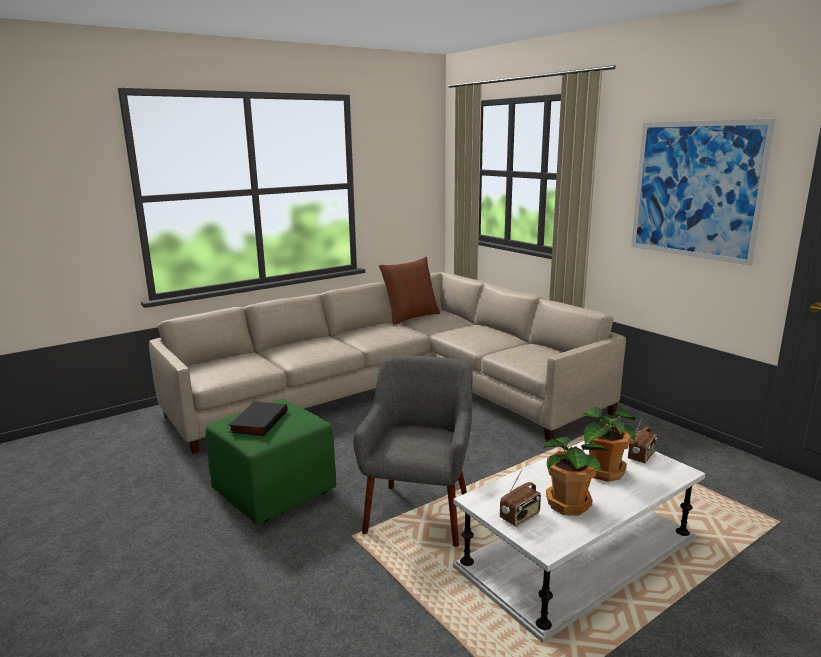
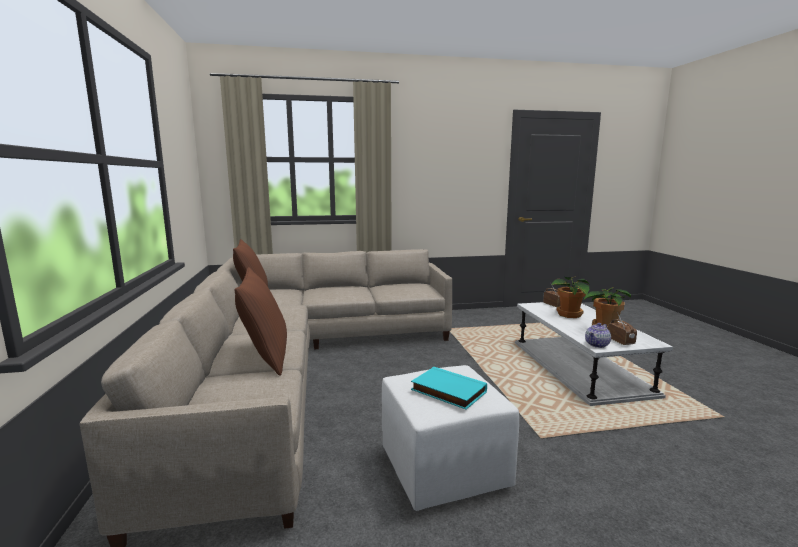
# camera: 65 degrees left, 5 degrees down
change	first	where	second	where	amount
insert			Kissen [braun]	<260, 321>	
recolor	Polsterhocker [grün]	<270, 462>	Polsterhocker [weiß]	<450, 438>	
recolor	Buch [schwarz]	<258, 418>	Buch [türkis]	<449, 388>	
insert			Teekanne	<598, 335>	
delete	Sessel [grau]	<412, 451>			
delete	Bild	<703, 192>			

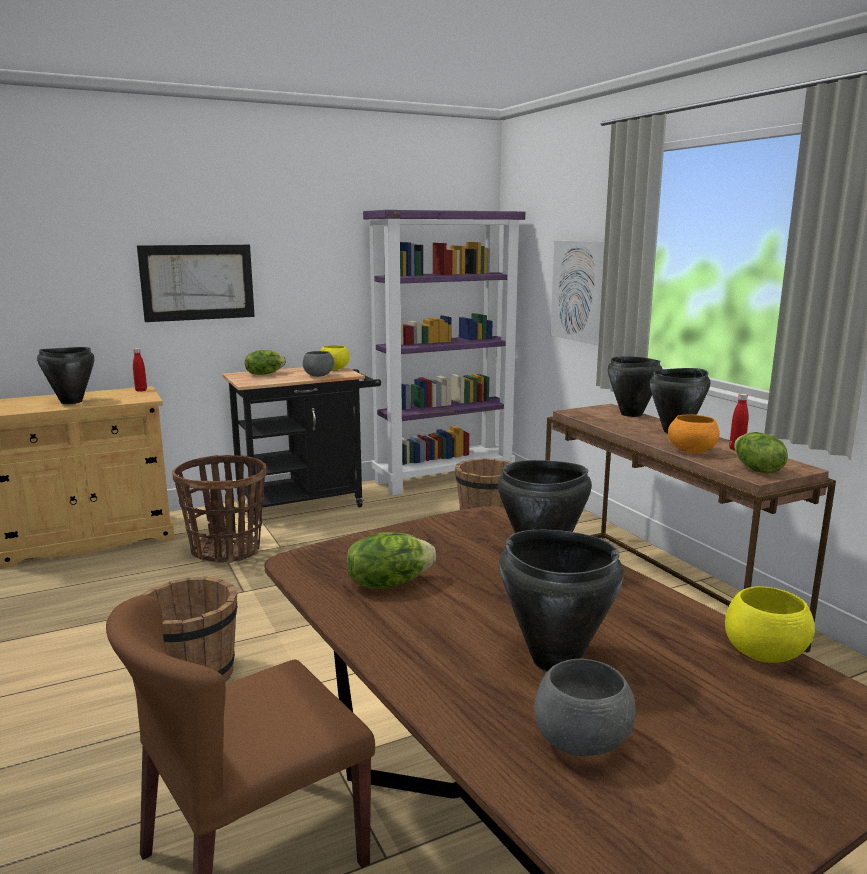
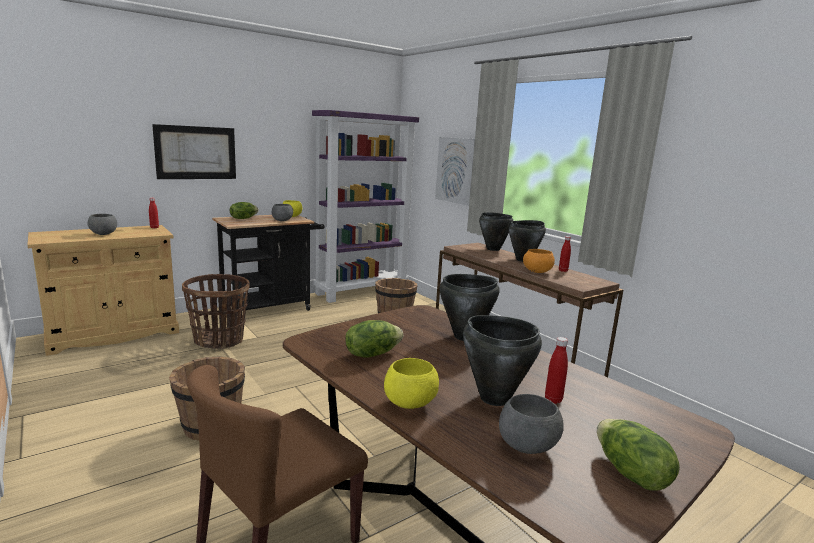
# camera: 10 degrees left, 0 degrees up
change	first	where	second	where	amount
replace	Kochtopf [schwarz]	<66, 375>	Schüssel [grau]	<102, 224>	
move	Schüssel [gelb]	<770, 624>		<411, 383>	
insert			Flasche [rot]	<556, 370>	
move	Salatkopf	<761, 452>		<638, 455>	

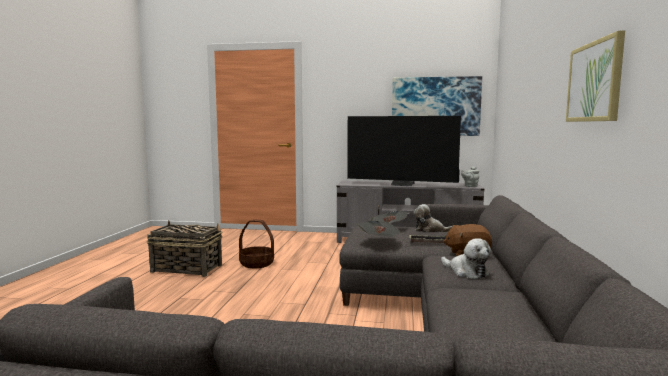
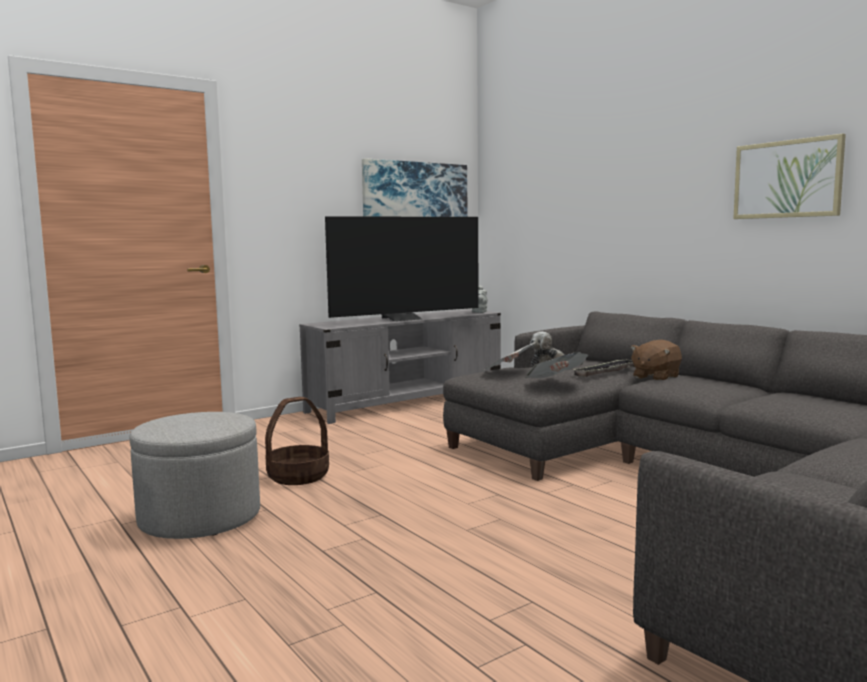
# camera: 45 degrees left, 0 degrees up
change	first	where	second	where	amount
replace	Korb	<184, 248>	Polsterhocker [grau]	<194, 475>	
delete	Plüschtier	<466, 258>			

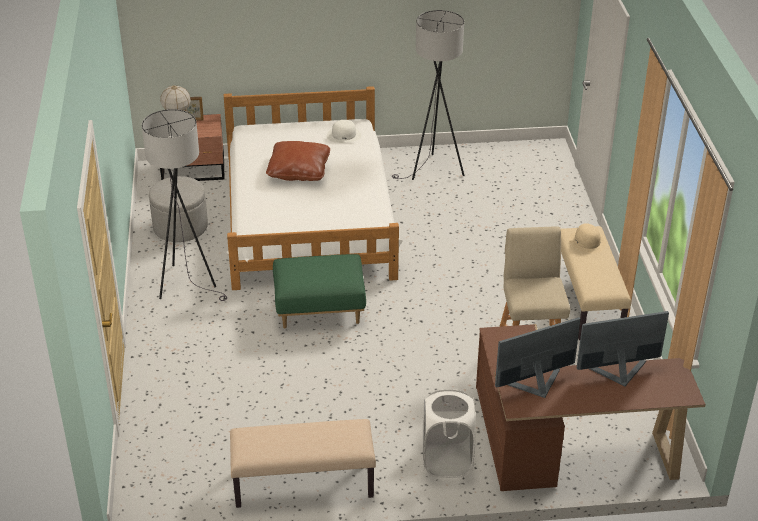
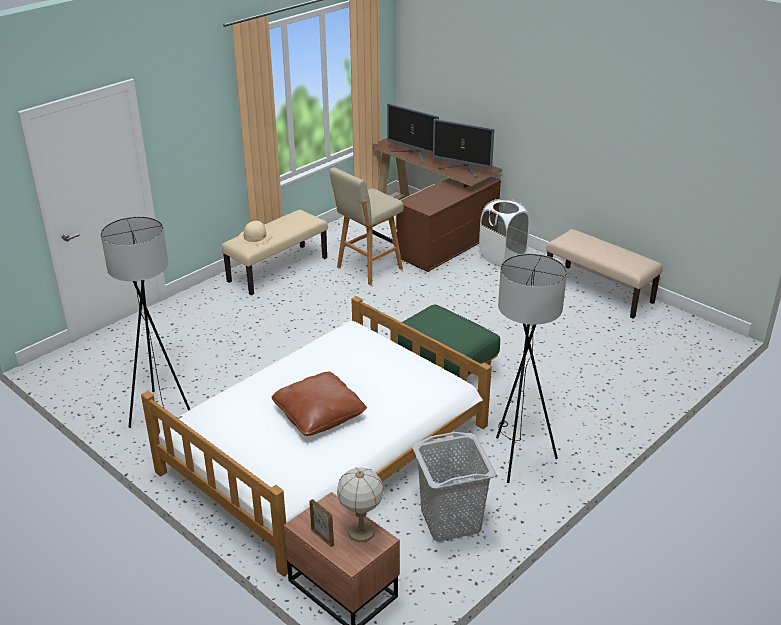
# camera: 130 degrees left, 5 degrees down
change	first	where	second	where	amount
replace	Polsterhocker [grau]	<178, 209>	Wäschekorb [grau]	<454, 486>	
delete	Hut [weiß]	<344, 131>			

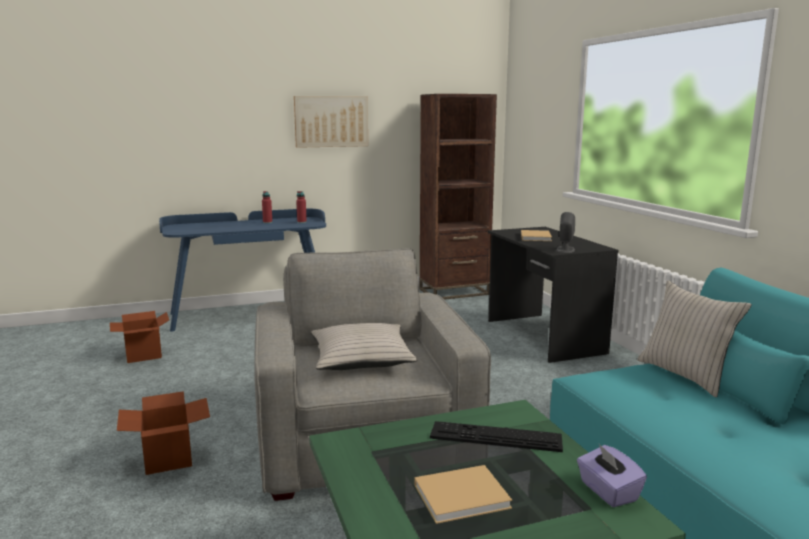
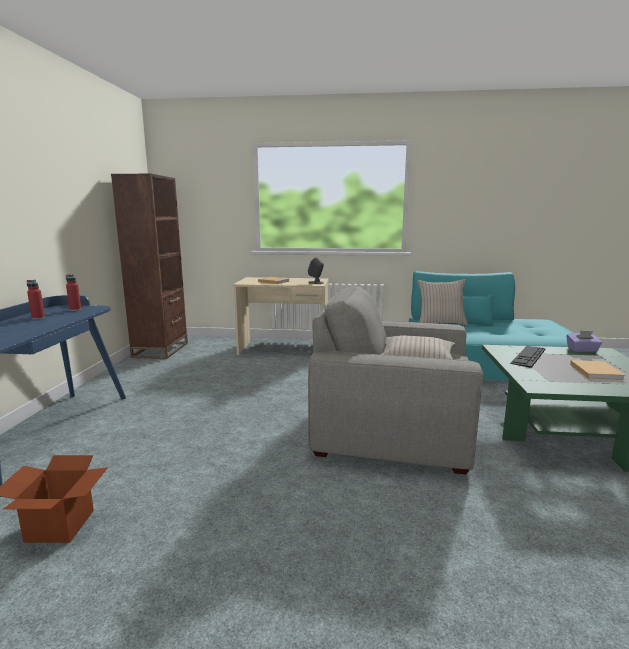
# camera: 65 degrees left, 0 degrees up
change	first	where	second	where	amount
recolor	Schreibtisch [schwarz]	<553, 295>	Schreibtisch [beige]	<281, 316>	
delete	Karton	<163, 433>			
delete	Bild	<331, 122>			

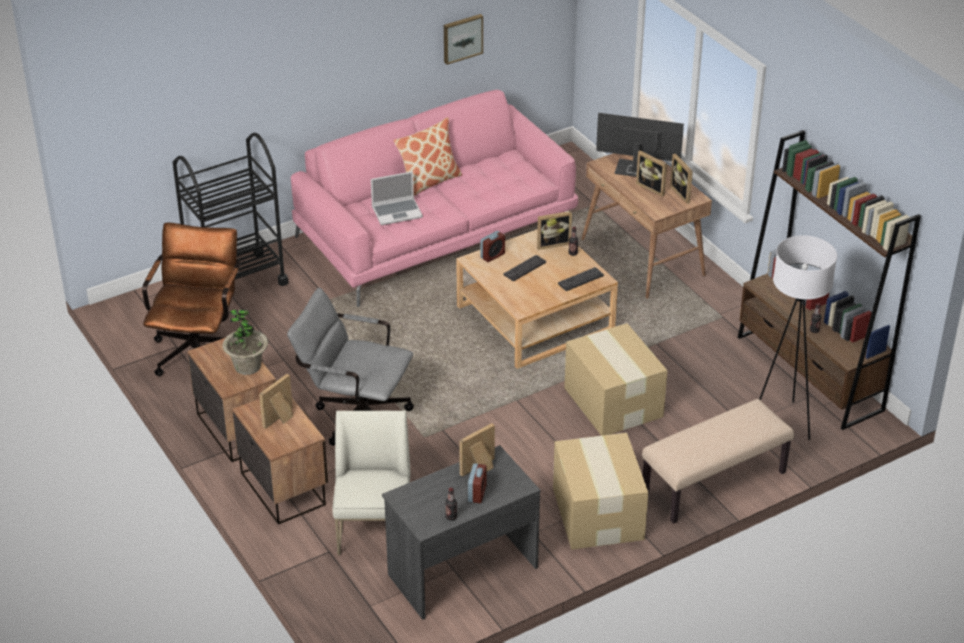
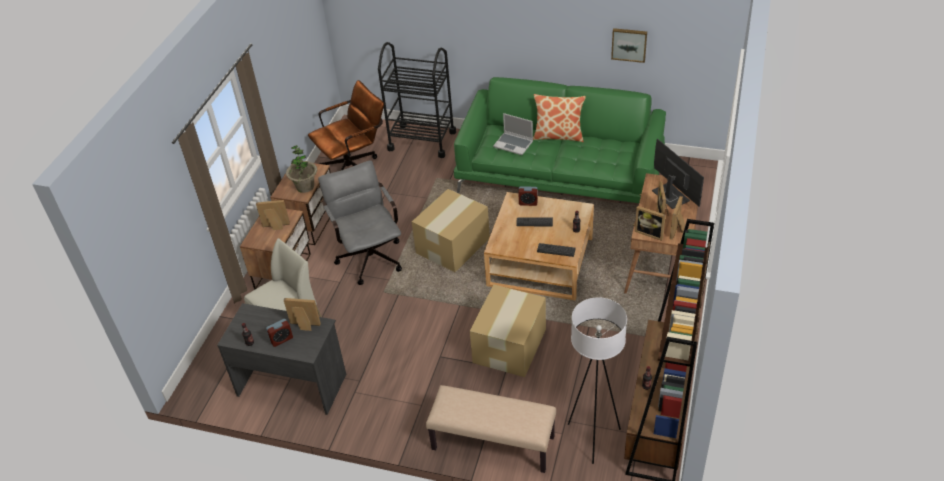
# camera: 50 degrees right, 5 degrees up
change	first	where	second	where	amount
move	Karton	<600, 491>		<451, 230>	
recolor	Sofa [rosa]	<434, 198>	Sofa [grün]	<560, 140>	
move	Bilderrahmen	<554, 230>		<650, 223>	

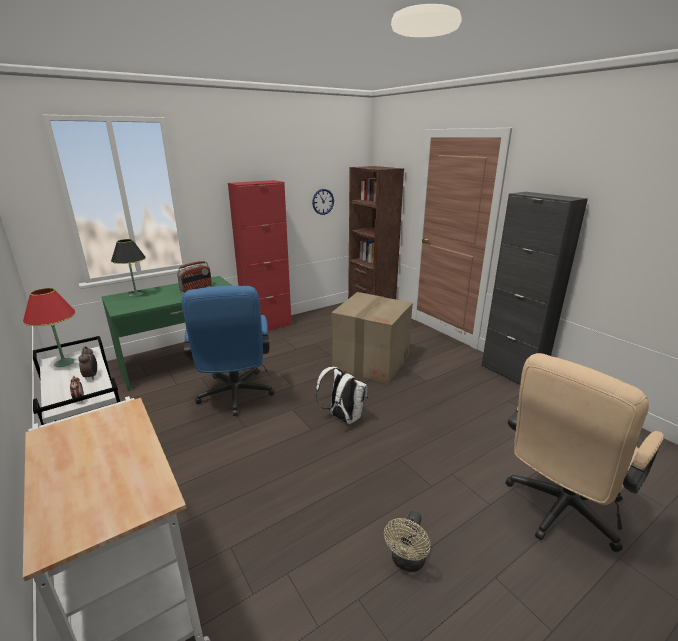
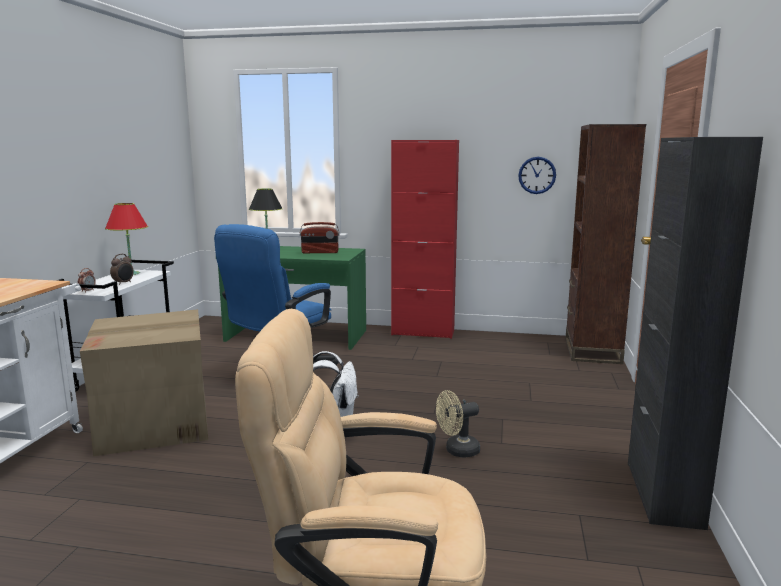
# camera: 45 degrees right, 10 degrees down
change	first	where	second	where	amount
move	Karton	<372, 338>		<144, 382>	
move	Ventilator [beige]	<407, 541>		<458, 424>	

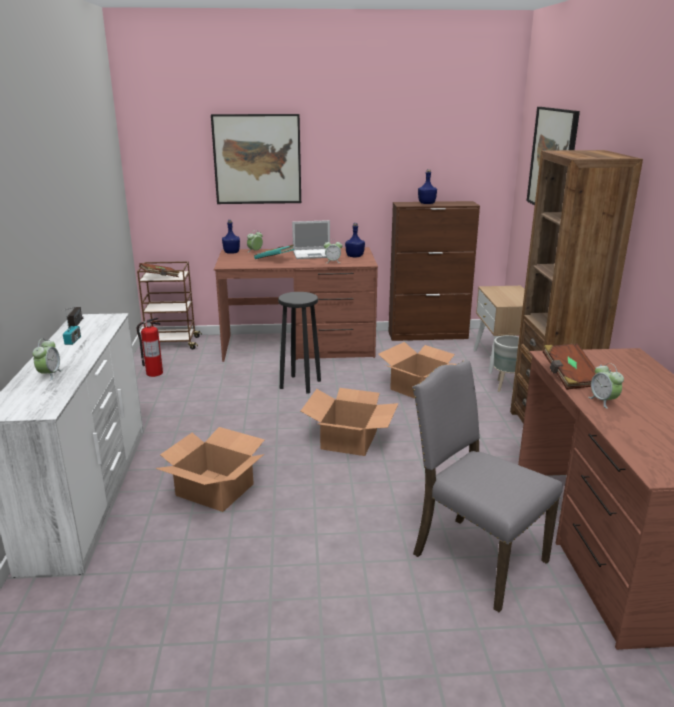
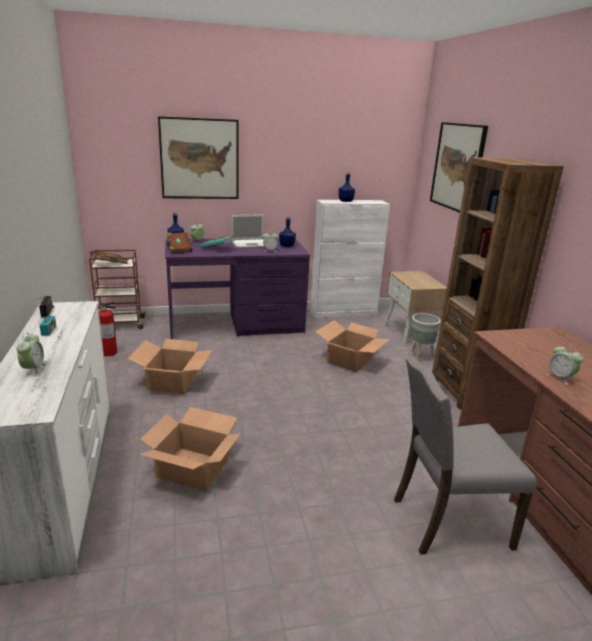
# camera: 10 degrees left, 0 degrees up
change	first	where	second	where	amount
move	Karton	<350, 422>		<170, 366>	
recolor	Schreibtisch [braun]	<296, 304>	Schreibtisch [lila]	<237, 288>	
move	Buch [braun]	<570, 366>		<179, 243>	
recolor	Schrank [braun]	<434, 271>	Schrank [weiß]	<350, 259>	
rotate	Stuhl [grau]	<487, 486>		<466, 455>	45 degrees counterclockwise
delete	Hocker [schwarz]	<299, 343>			

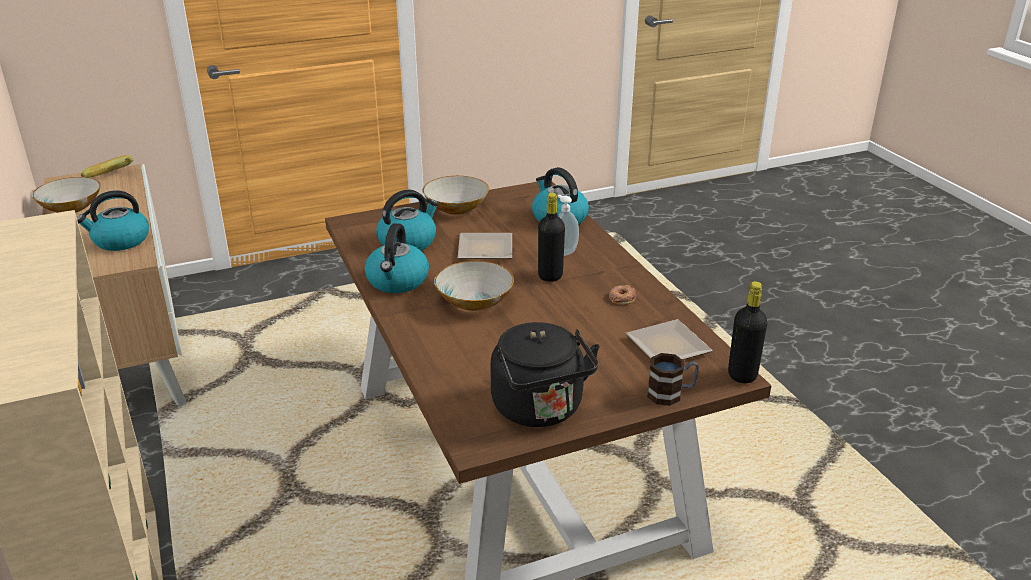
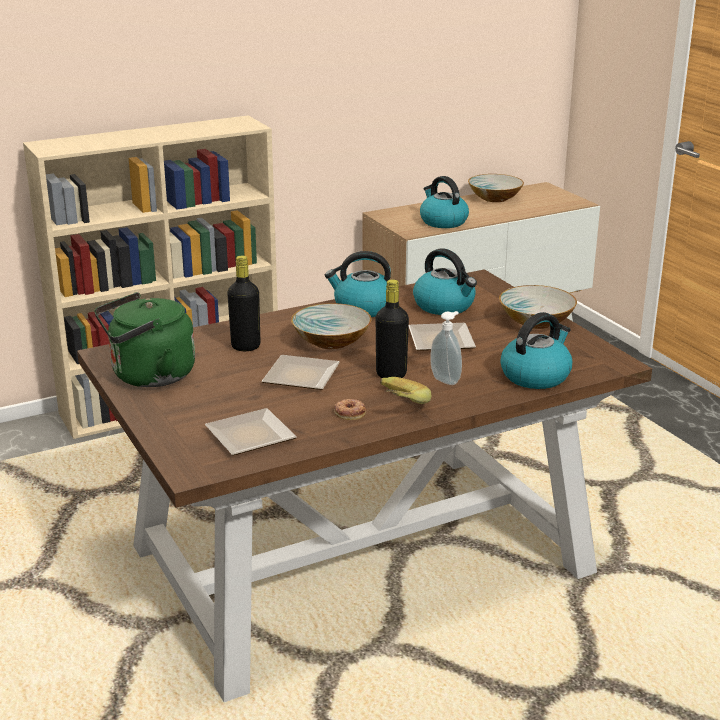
# camera: 85 degrees right, 5 degrees down
change	first	where	second	where	amount
recolor	Wasserkessel [schwarz]	<545, 374>	Wasserkessel [grün]	<144, 339>	
move	Flasche [schwarz]	<747, 332>		<243, 303>	
insert			Teller	<300, 372>	
move	Banane	<107, 166>		<405, 390>	
delete	Henkelbecher	<673, 379>			

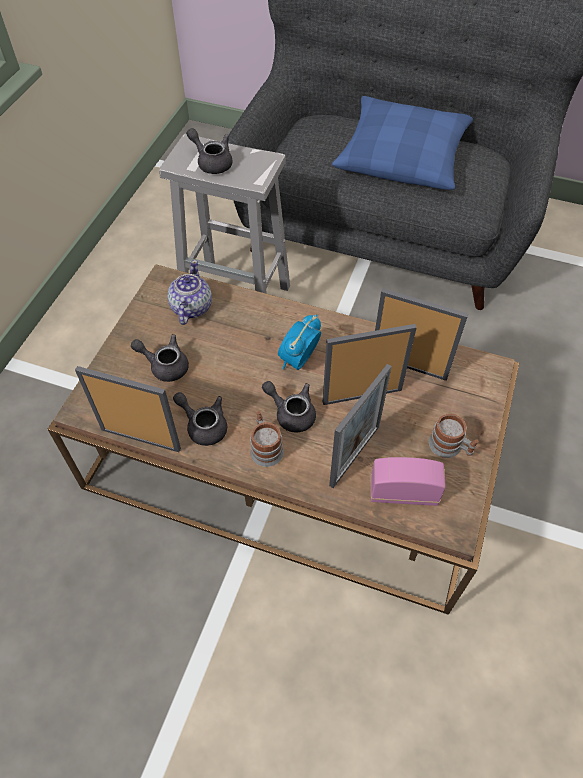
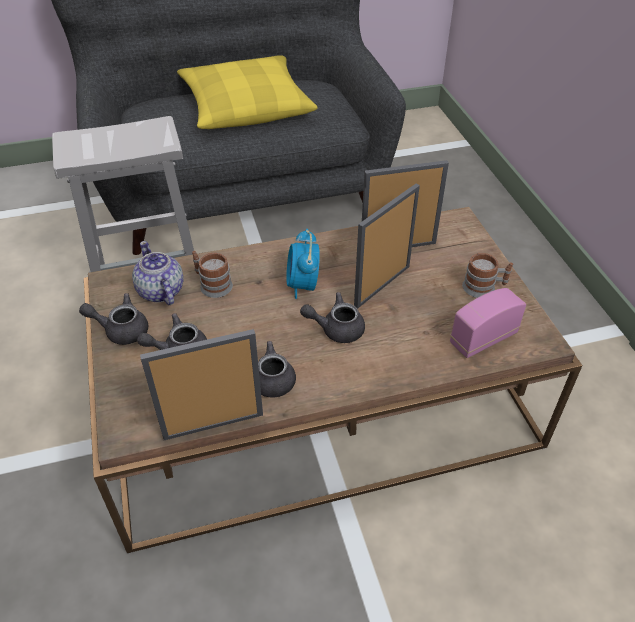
# camera: 35 degrees left, 10 degrees down
change	first	where	second	where	amount
move	Teekanne [grau]	<209, 151>		<113, 319>	
recolor	Kissen [blau]	<402, 143>	Kissen [gelb]	<247, 92>	
move	Henkelbecher	<267, 439>		<212, 274>	
delete	Bilderrahmen	<360, 426>			

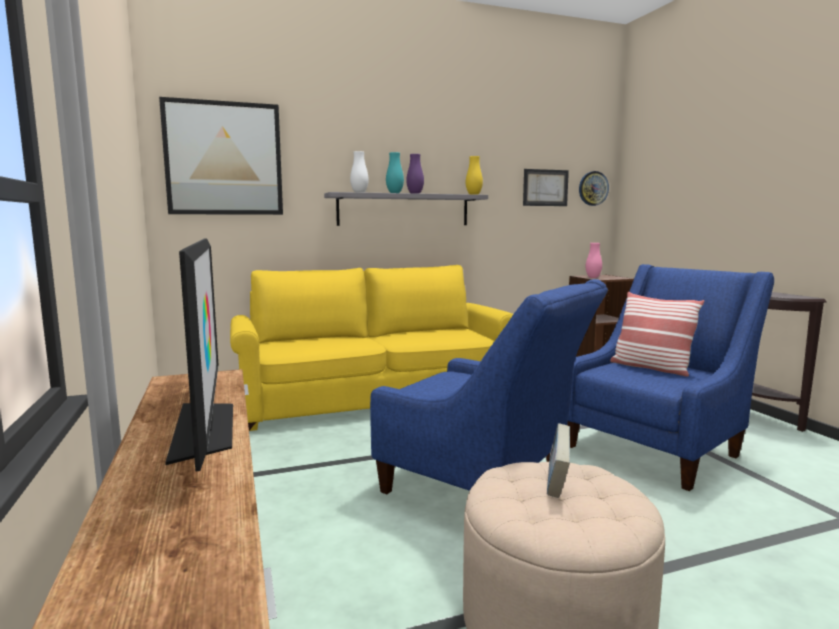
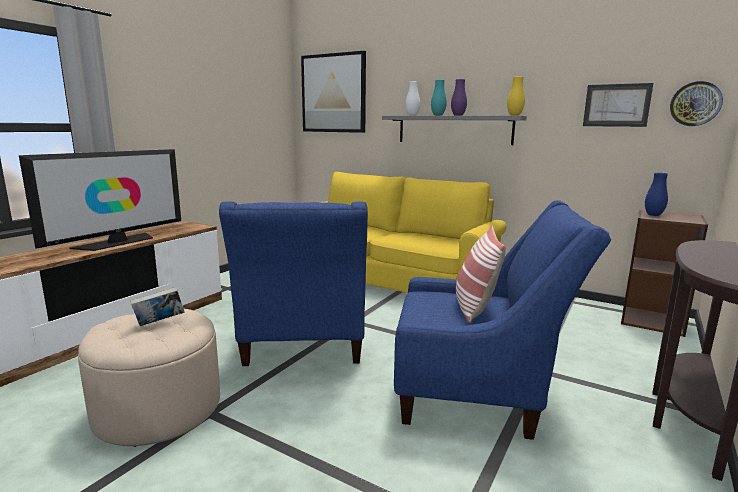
# camera: 50 degrees right, 5 degrees up
change	first	where	second	where	amount
recolor	Vase [rosa]	<594, 260>	Vase [blau]	<656, 194>	

